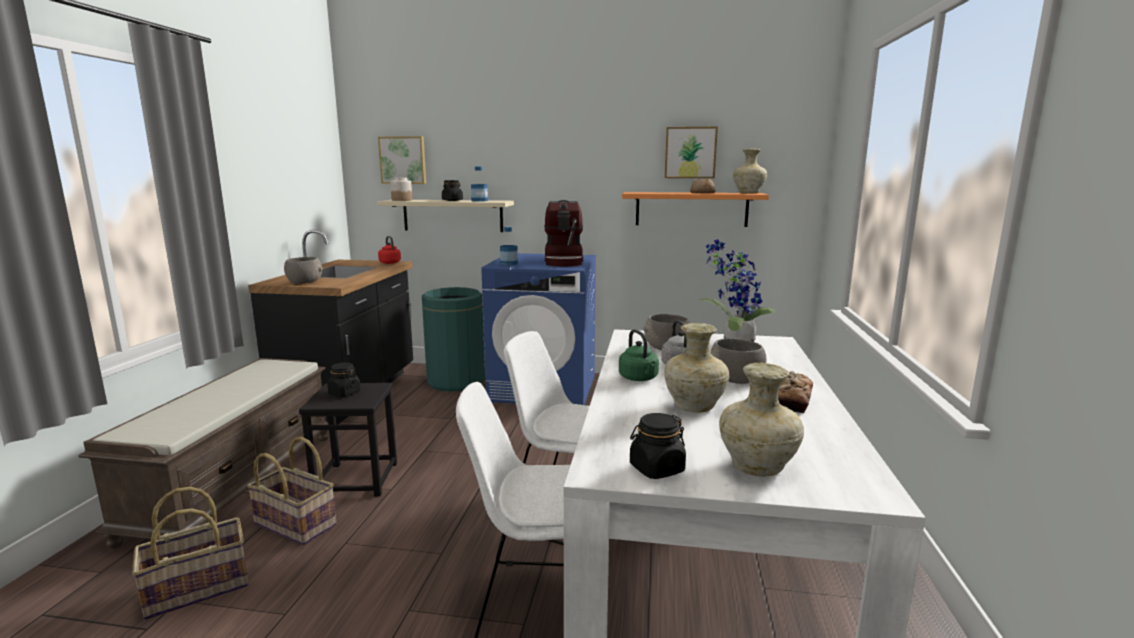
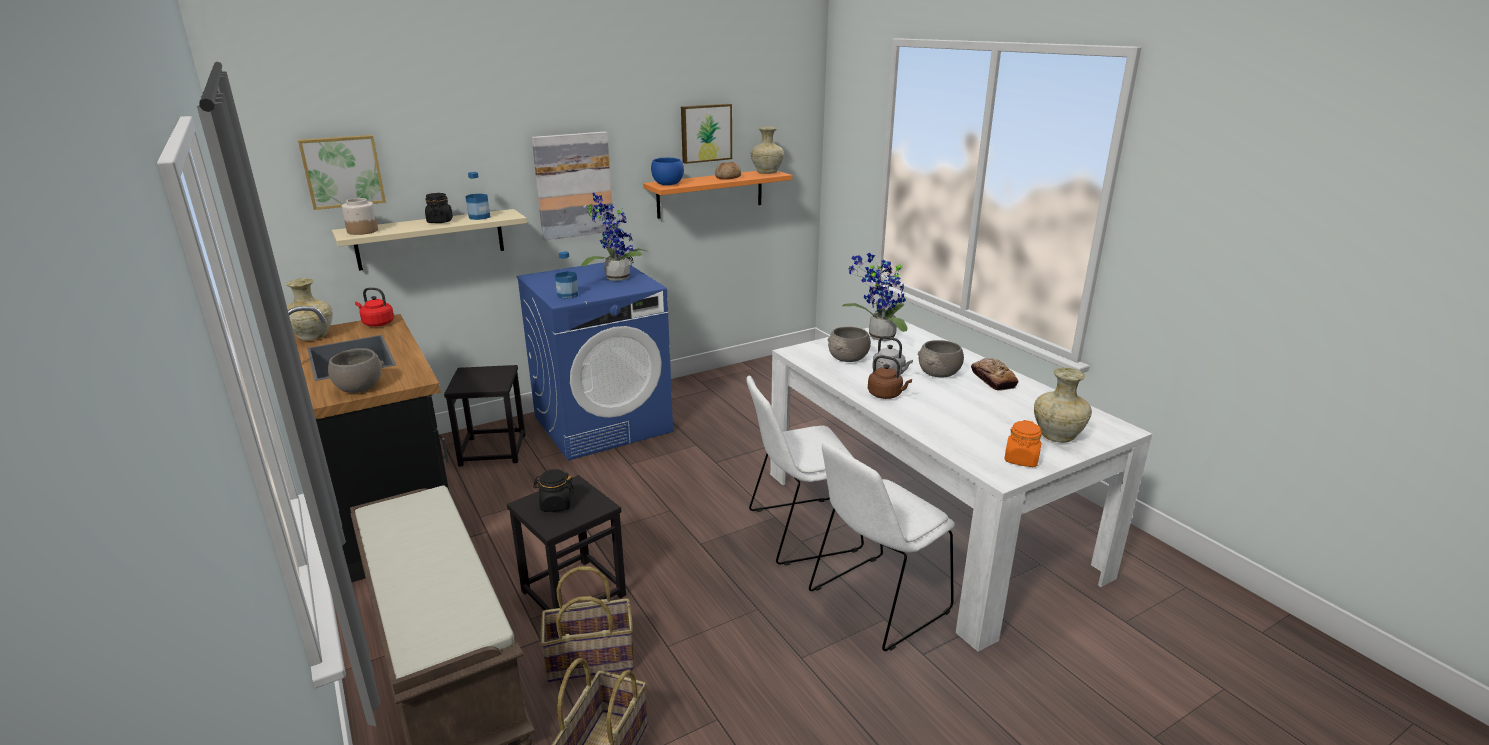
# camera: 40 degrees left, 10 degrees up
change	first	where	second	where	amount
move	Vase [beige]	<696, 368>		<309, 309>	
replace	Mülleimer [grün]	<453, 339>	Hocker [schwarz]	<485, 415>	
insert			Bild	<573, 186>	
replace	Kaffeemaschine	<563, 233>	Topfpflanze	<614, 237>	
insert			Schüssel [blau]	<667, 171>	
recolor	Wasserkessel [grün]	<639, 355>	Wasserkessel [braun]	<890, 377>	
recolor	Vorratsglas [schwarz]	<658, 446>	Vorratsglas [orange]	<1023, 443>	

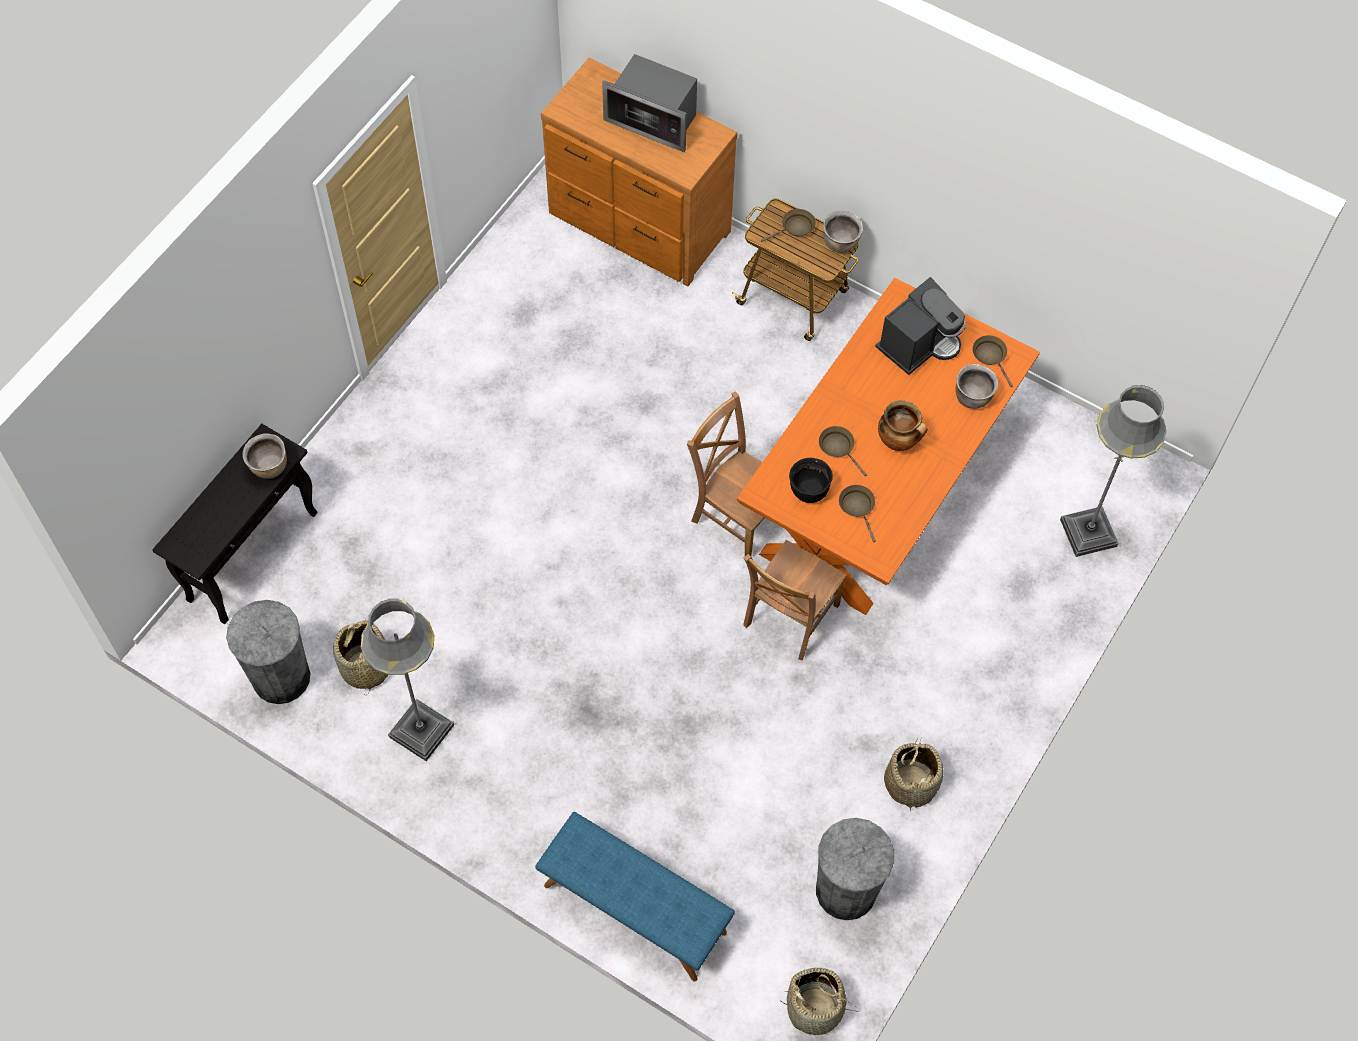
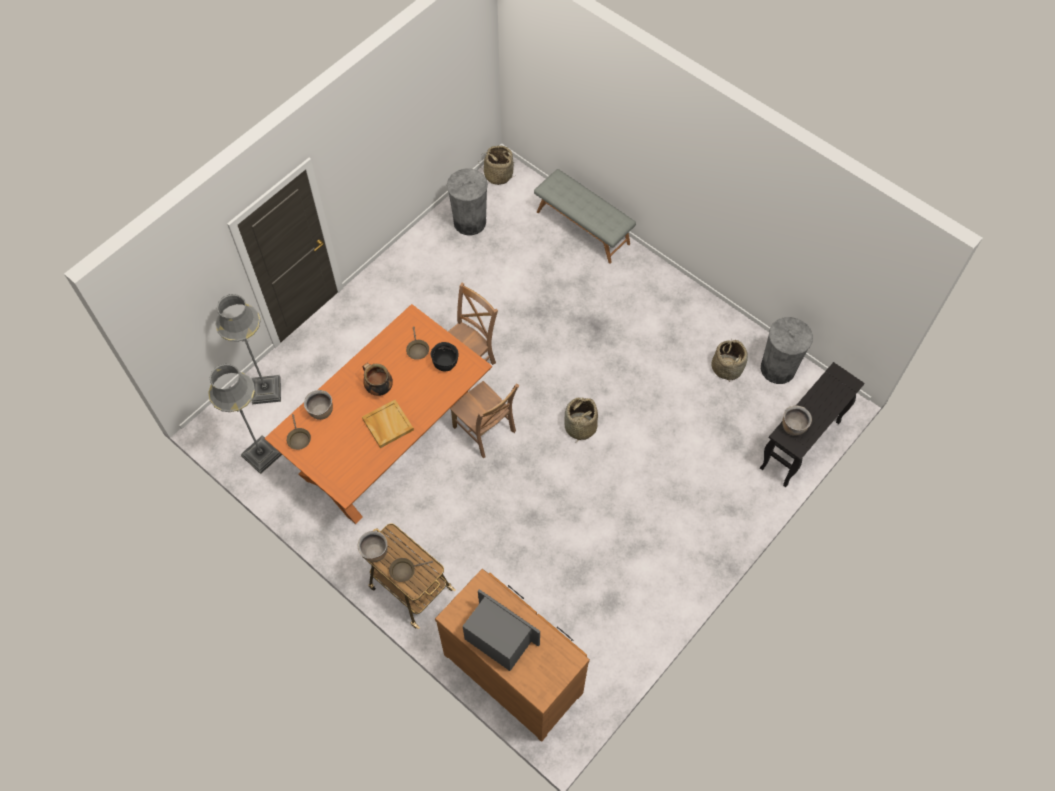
# camera: 170 degrees left, 0 degrees up
change	first	where	second	where	amount
move	Stehlampe [grau]	<407, 680>		<245, 419>	
insert			Tablett [beige]	<388, 424>	
recolor	Bank [blau]	<635, 897>	Bank [grau]	<585, 216>	
move	Korb	<914, 773>		<581, 420>	
delete	Pfanne [braun]	<843, 451>			
delete	Kaffeemaschine	<920, 326>			

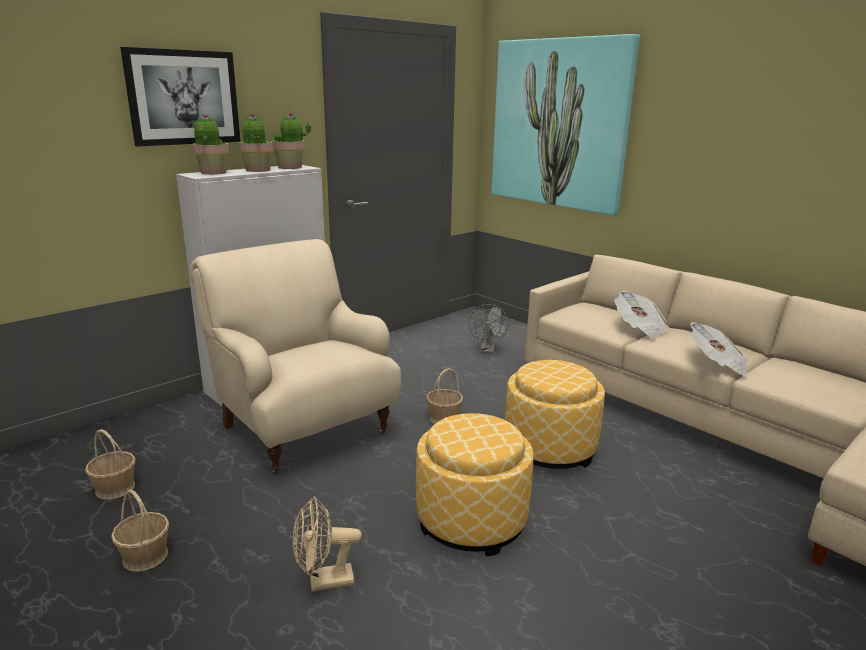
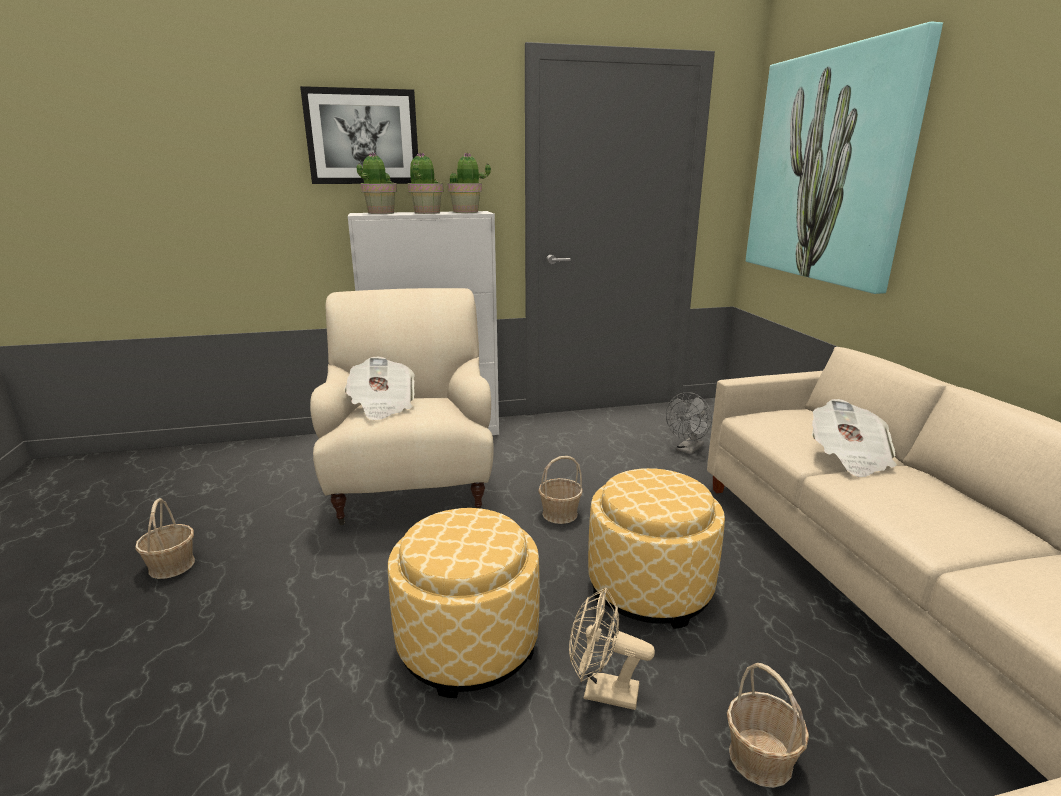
# camera: 30 degrees right, 0 degrees up
change	first	where	second	where	amount
move	Zeitung	<719, 349>		<380, 388>	
move	Ventilator [beige]	<327, 544>		<612, 649>	
move	Korb	<110, 464>		<768, 725>	

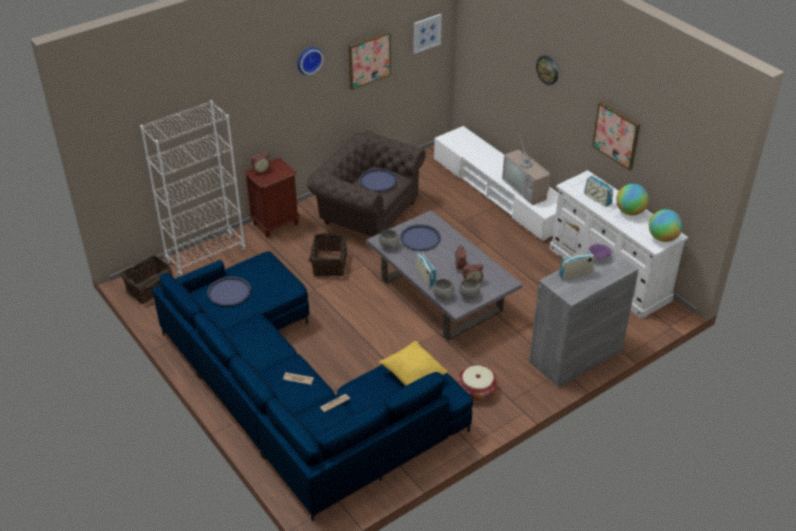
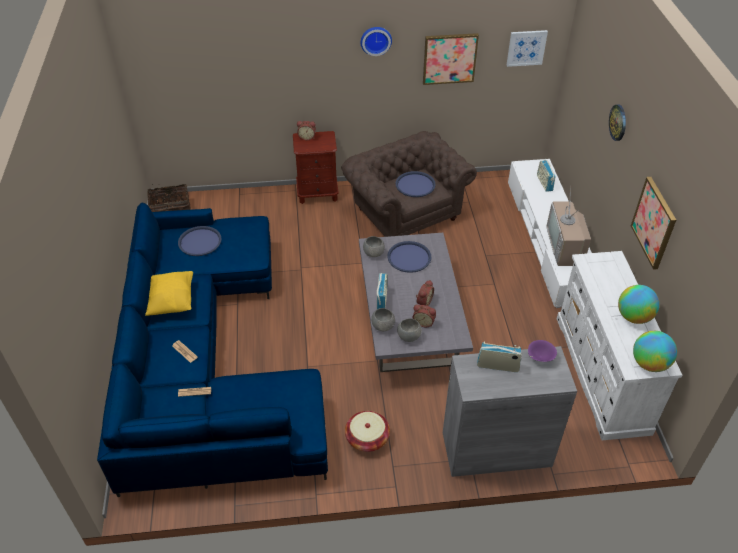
# camera: 30 degrees right, 5 degrees up
change	first	where	second	where	amount
move	Kissen [gelb]	<413, 363>		<169, 293>	
move	Radio	<598, 190>		<546, 175>	
delete	Bücherregal [weiß]	<192, 188>			
delete	Korb	<324, 255>			

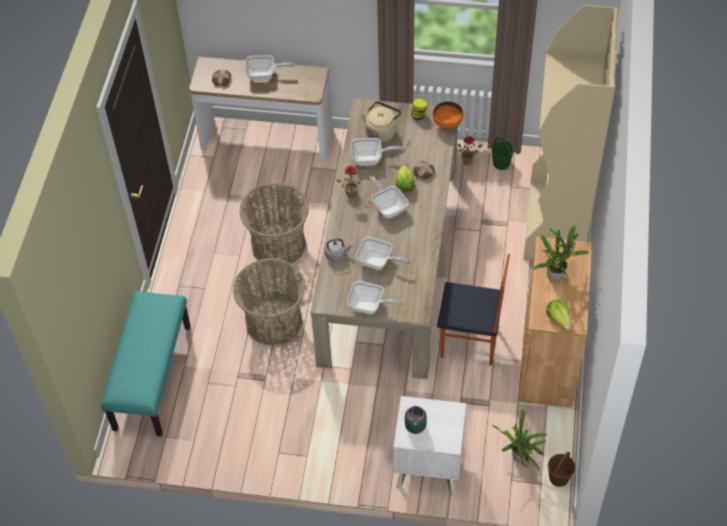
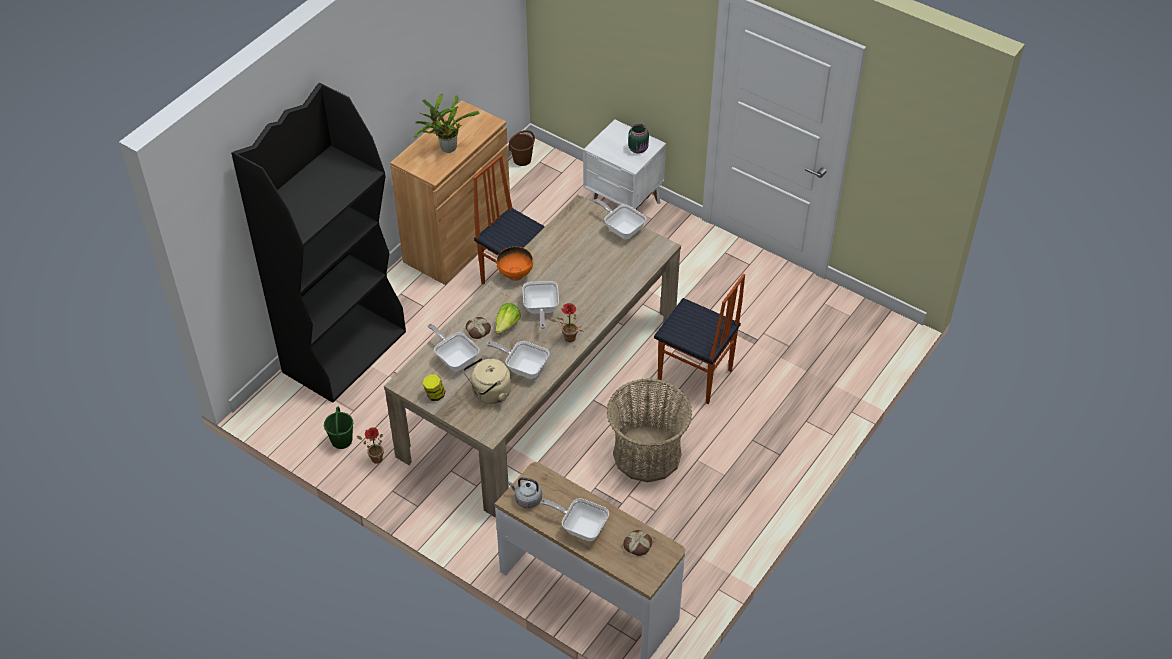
# camera: 155 degrees left, 5 degrees down
change	first	where	second	where	amount
recolor	Bücherregal [beige]	<571, 133>	Bücherregal [schwarz]	<318, 243>	
move	Pfanne	<383, 253>		<453, 347>	
move	Schüssel [orange]	<448, 115>		<515, 264>	
move	Wasserkessel [grau]	<339, 250>		<525, 492>	
replace	Korb	<269, 302>	Stuhl	<699, 339>	
delete	Bank [türkis]	<146, 364>			
delete	Topfpflanze	<519, 440>			
delete	Salatkopf	<558, 315>			

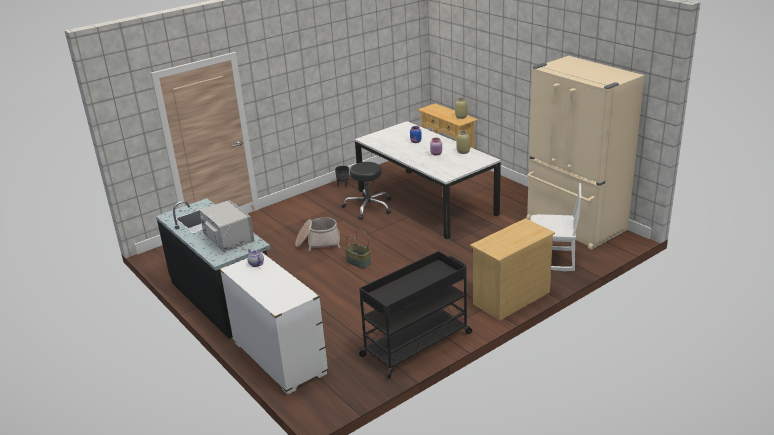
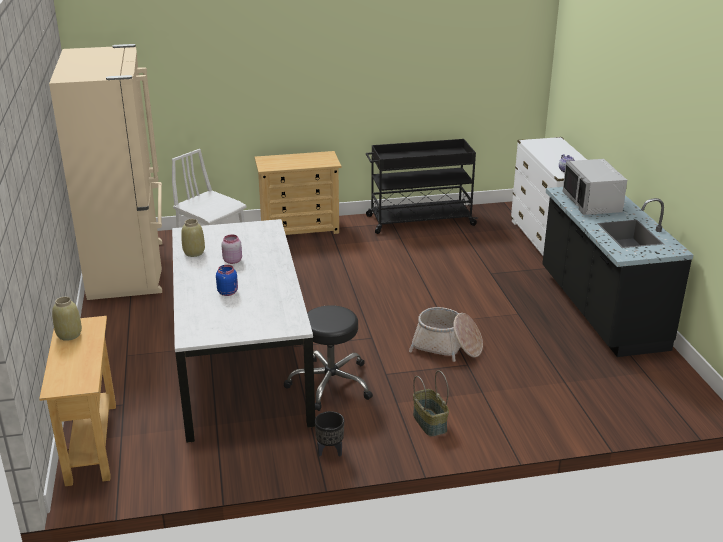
# camera: 155 degrees left, 0 degrees up
change	first	where	second	where	amount
move	Korb	<358, 249>		<431, 404>	

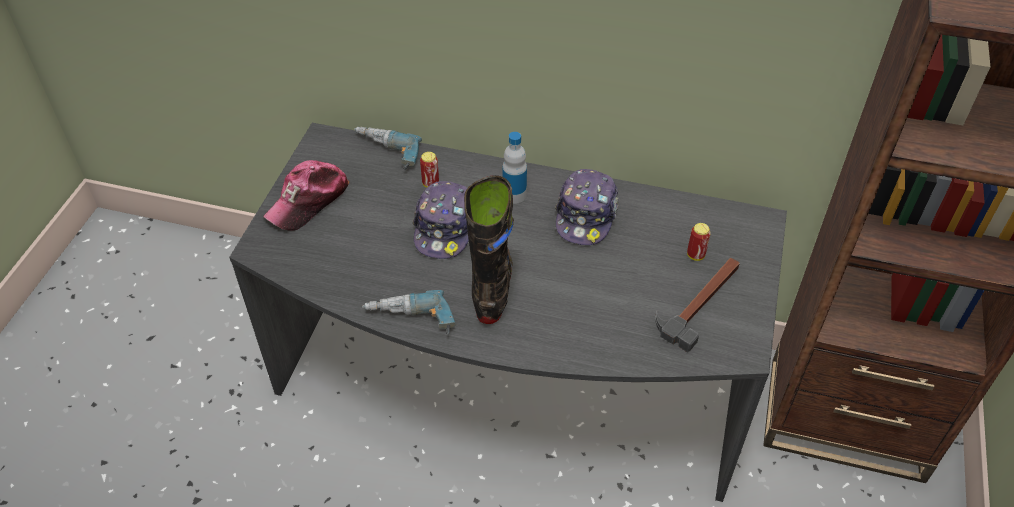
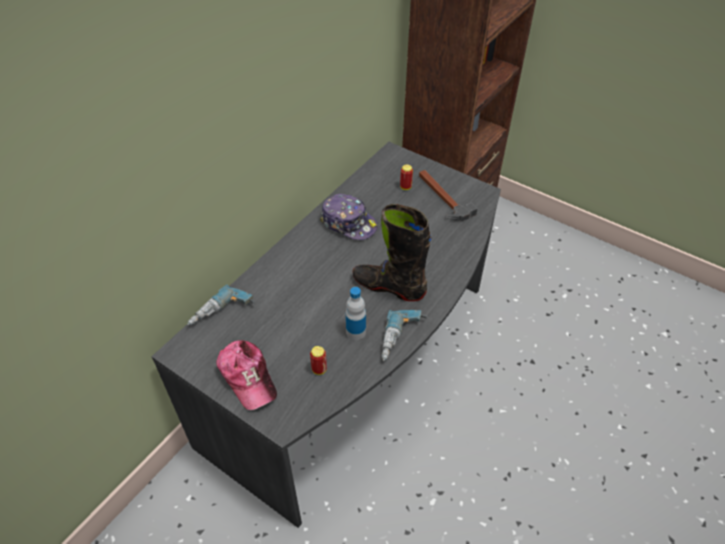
# camera: 70 degrees left, 0 degrees up
change	first	where	second	where	amount
move	Dose	<429, 170>		<318, 360>	
move	Flasche	<515, 168>		<356, 313>	
delete	Kappe	<441, 220>			

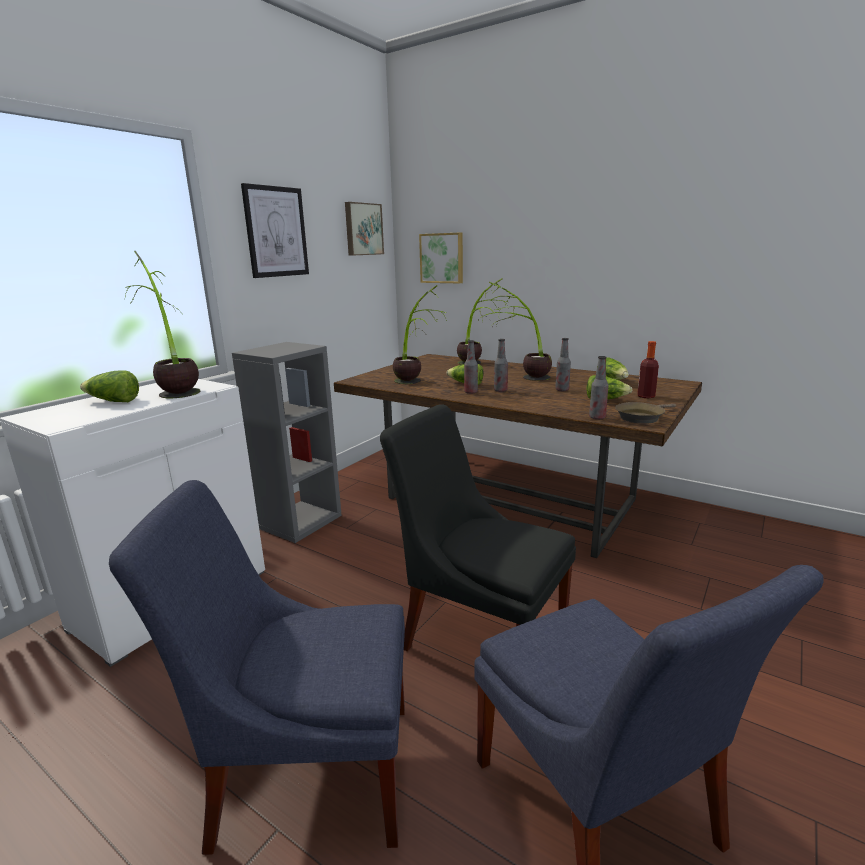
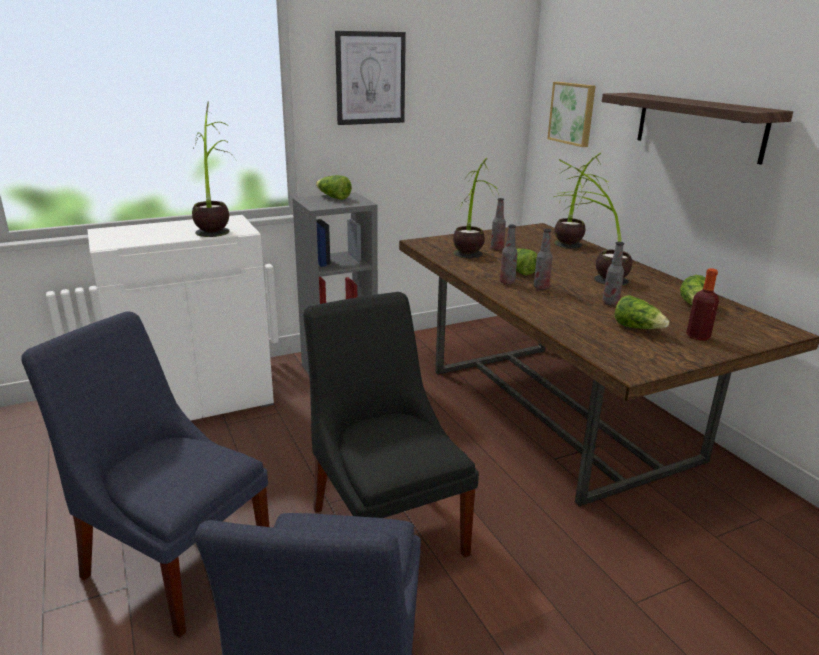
# camera: 30 degrees right, 5 degrees up
change	first	where	second	where	amount
move	Salatkopf	<109, 386>		<334, 187>	
move	Flasche	<598, 388>		<498, 224>	
insert			Wandregal	<697, 129>	
delete	Bild	<364, 229>			
delete	Pfanne [braun]	<645, 413>			

